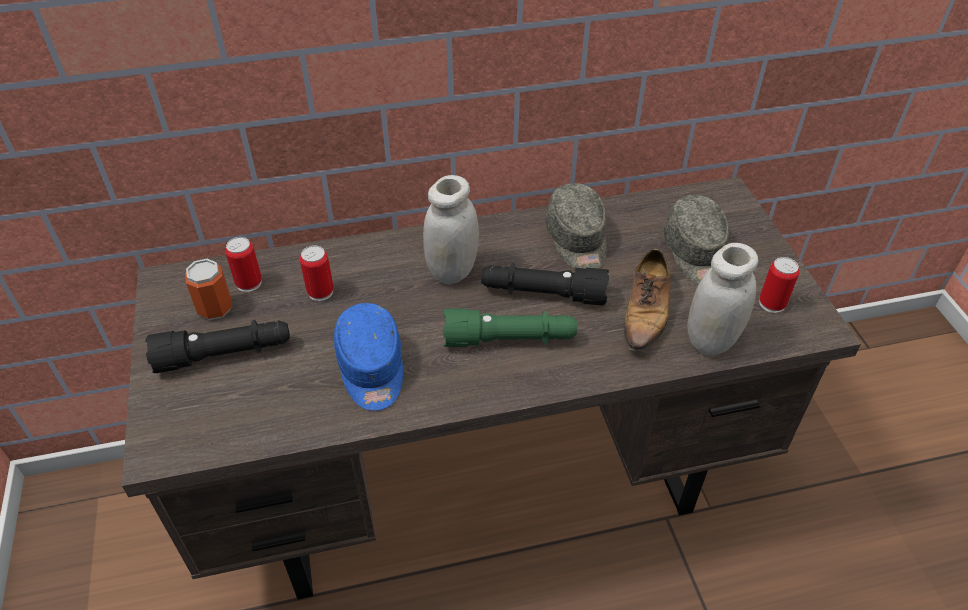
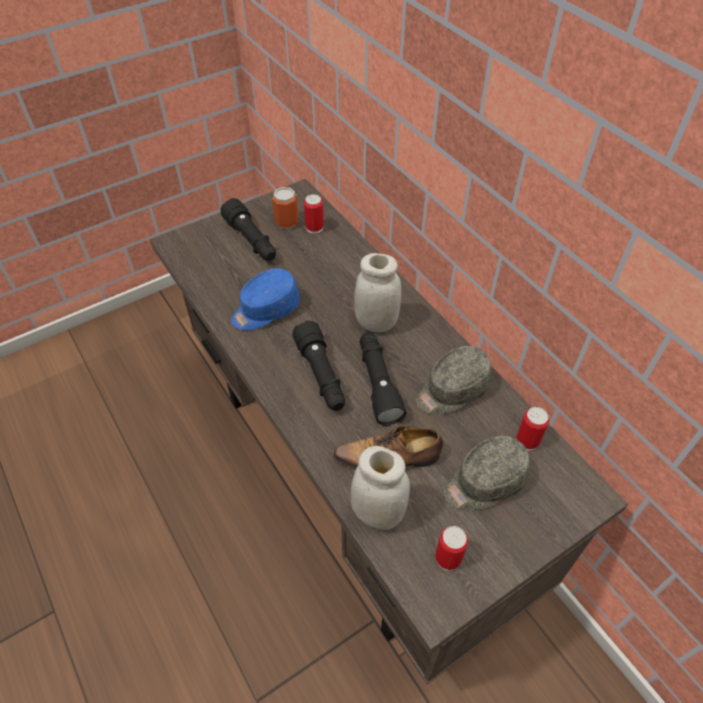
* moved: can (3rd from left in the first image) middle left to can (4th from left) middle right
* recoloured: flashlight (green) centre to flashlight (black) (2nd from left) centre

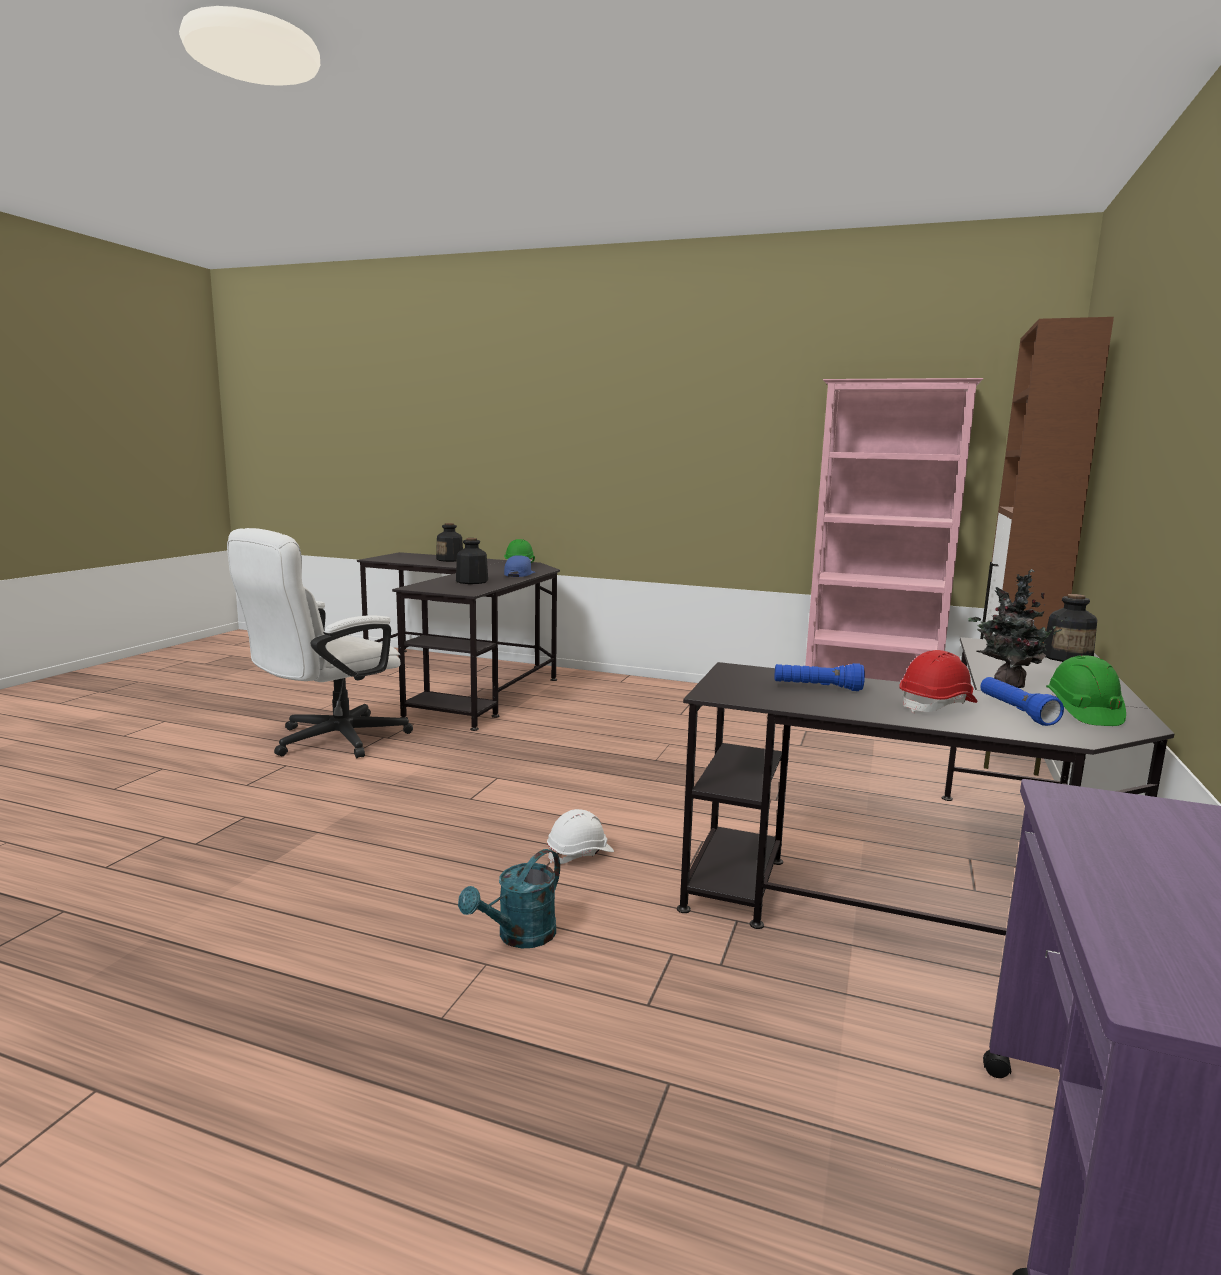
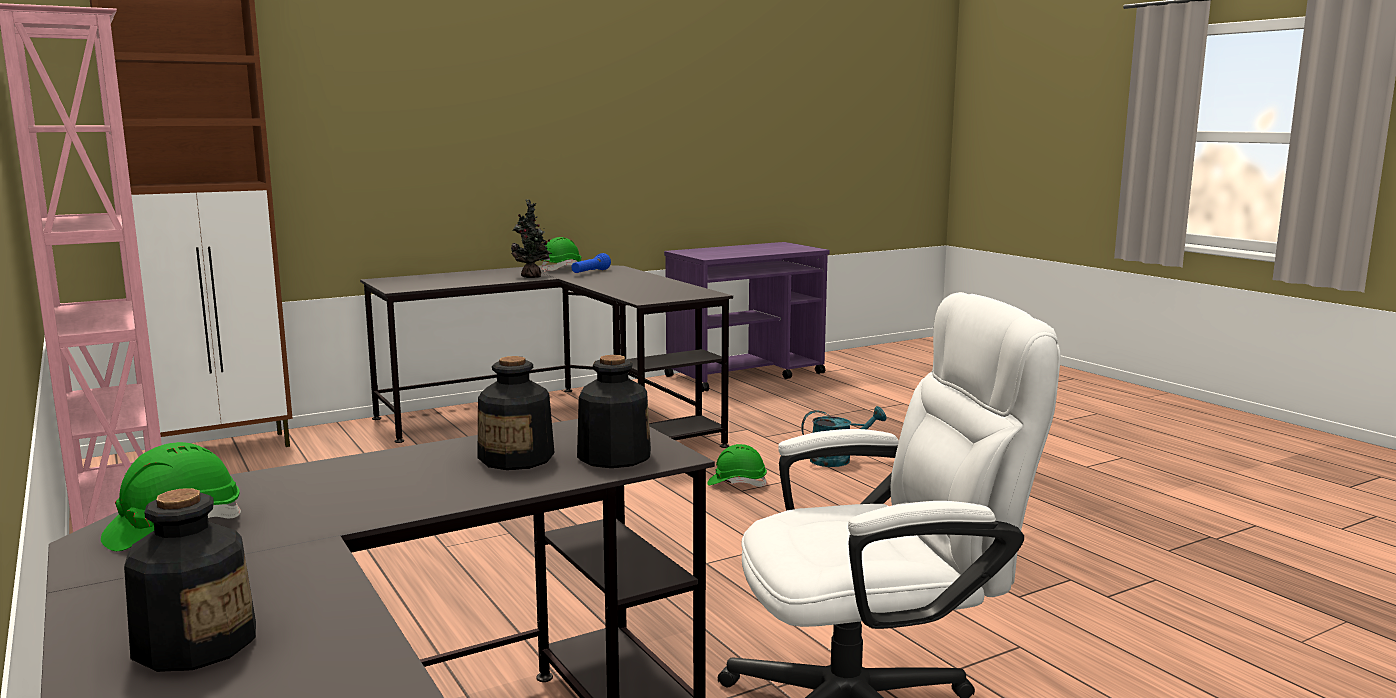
* removed: cap (blue) centre
* moved: bottle (3rd from left) middle right to centre
* removed: hard hat (red) middle right
* removed: flashlight (blue) (1st from left) middle right
* recoloured: hard hat (white) centre to hard hat (green) (3rd from left) centre

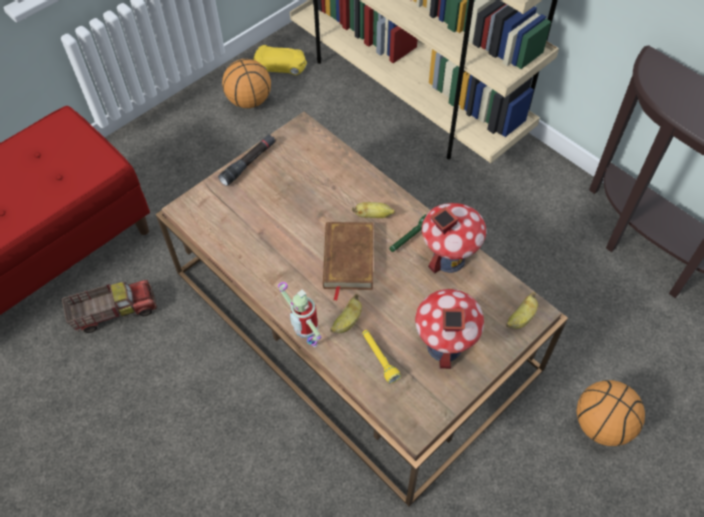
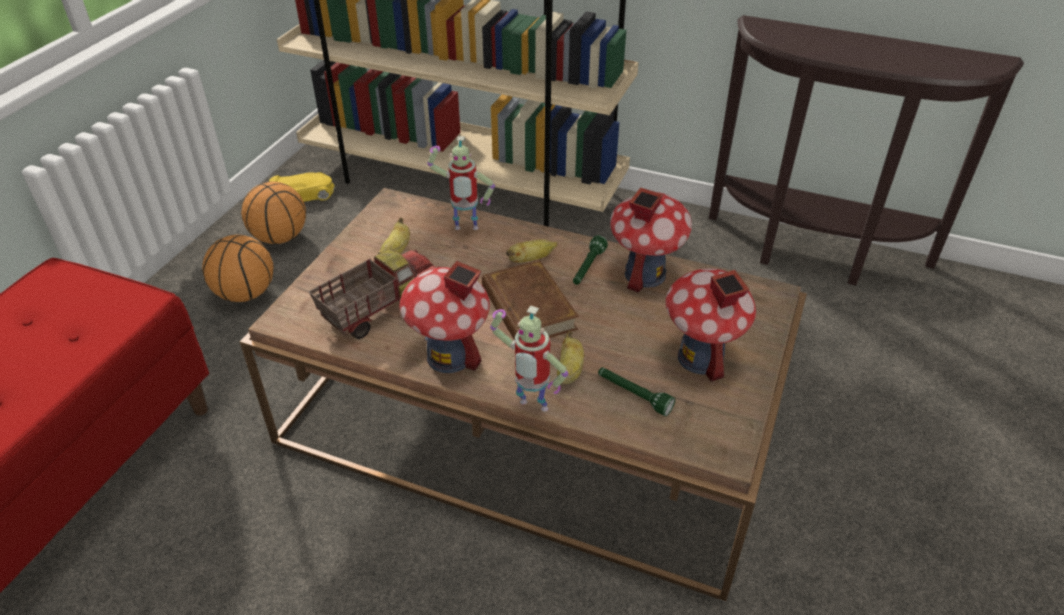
* removed: flashlight (black) top centre
* moved: toy truck middle left to centre
* moved: banana (3rd from left in the first image) middle right to banana (1st from left) centre
* recoloured: flashlight (yellow) bottom centre to flashlight (green) (2nd from left) centre
* moved: basketball (2nd from left in the first image) bottom right to basketball (1st from left) middle left
* added: toy robot (1st from left) top centre
* added: toy house (1st from left) centre

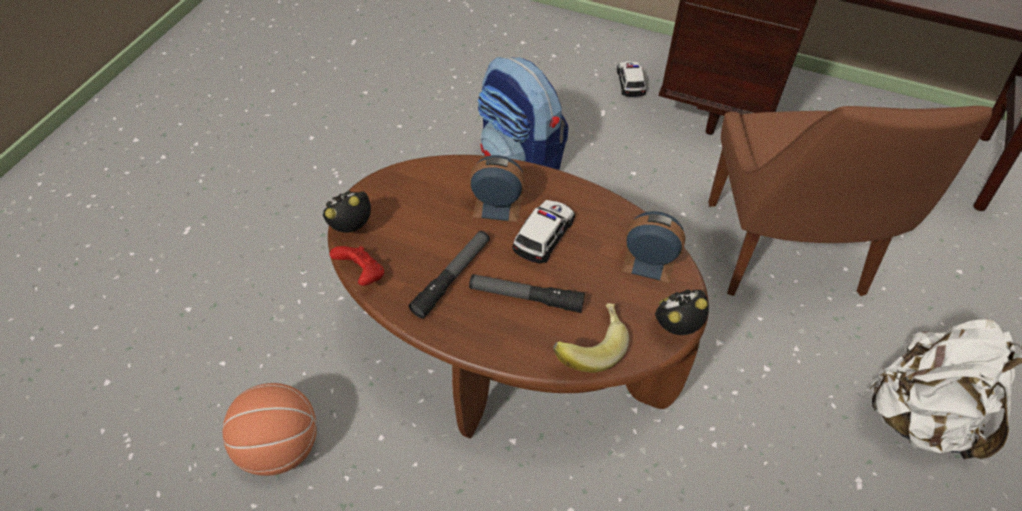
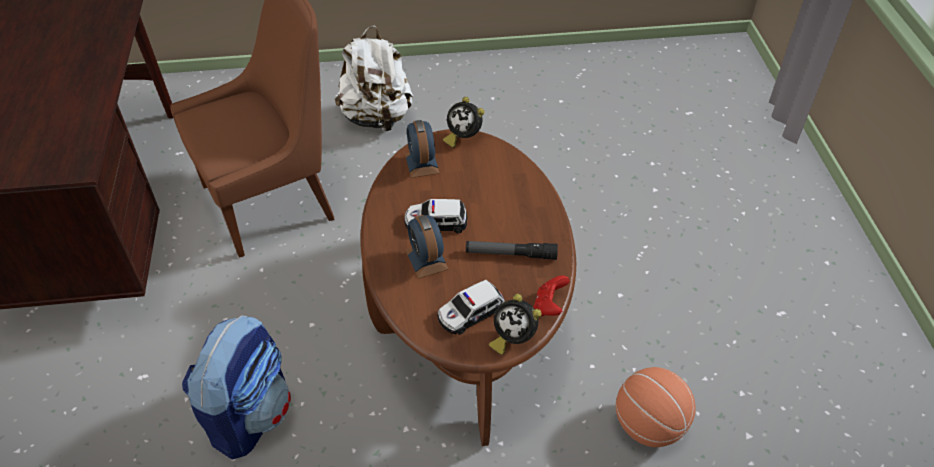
* moved: toy car (2nd from left) top centre to centre
* removed: flashlight (2nd from left) centre
* removed: banana centre

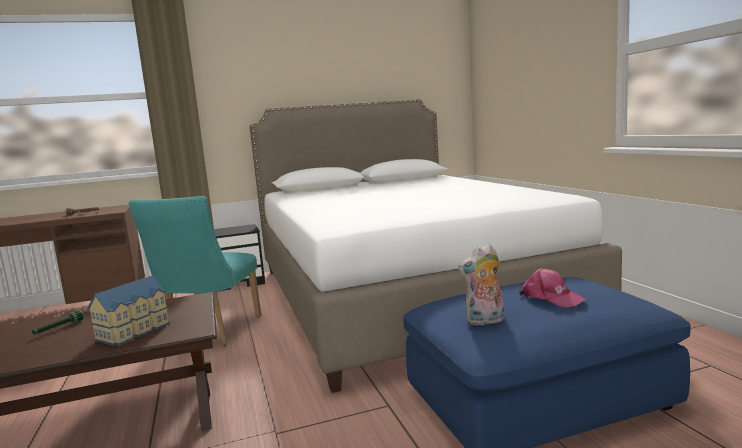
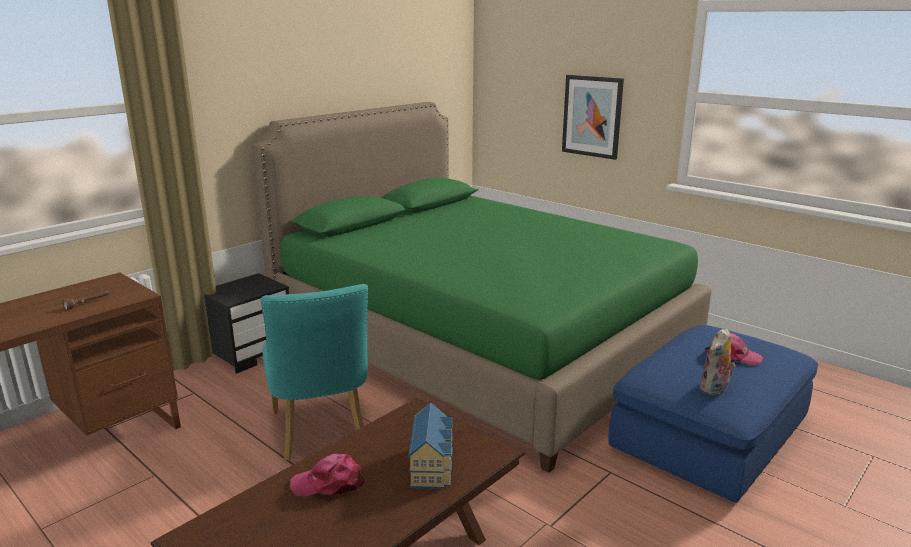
* recoloured: bed (white) centre to bed (green) centre
* replaced: flashlight (green) bottom left to cap (pink) (1st from left) bottom centre
* added: picture top centre

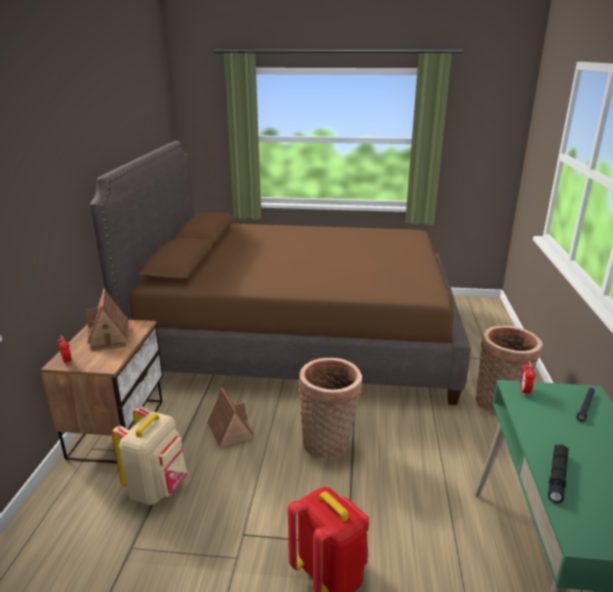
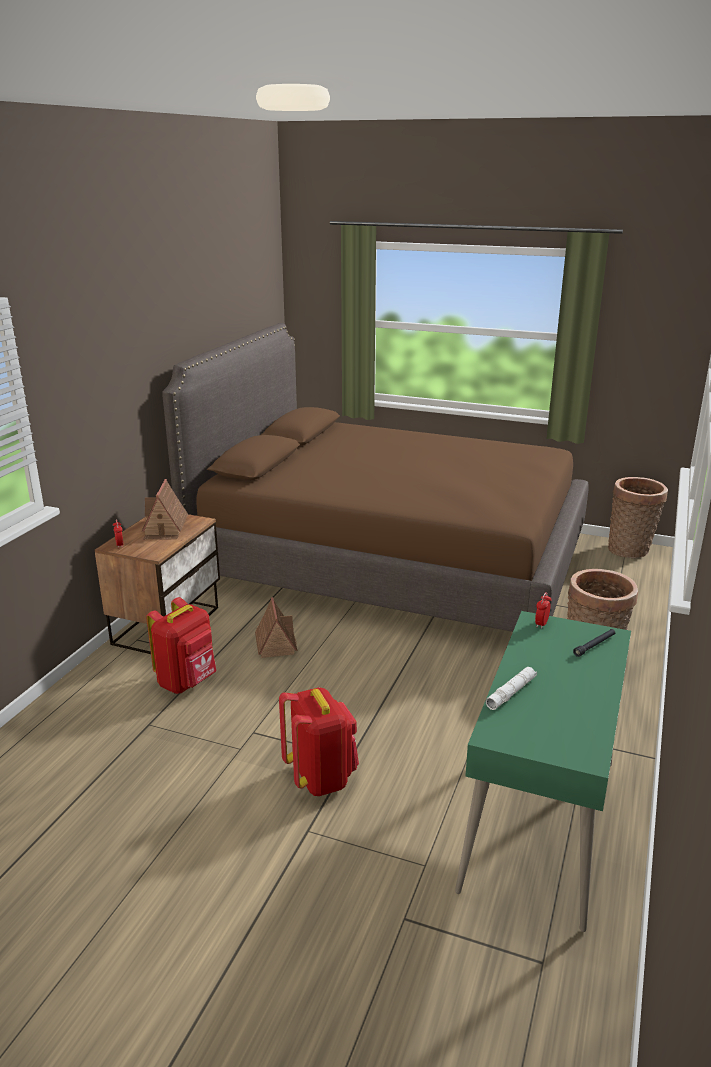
* moved: basket (1st from left in the first image) bottom centre to basket (2nd from left) middle right
* recoloured: backpack (beige) bottom left to backpack (red) (1st from left) middle left
* recoloured: flashlight (black) (1st from left) bottom right to flashlight (white) middle right

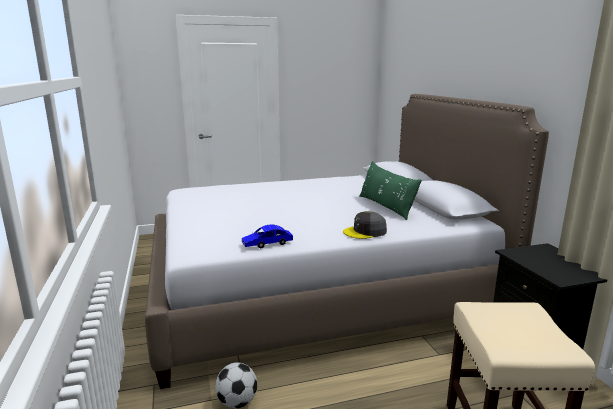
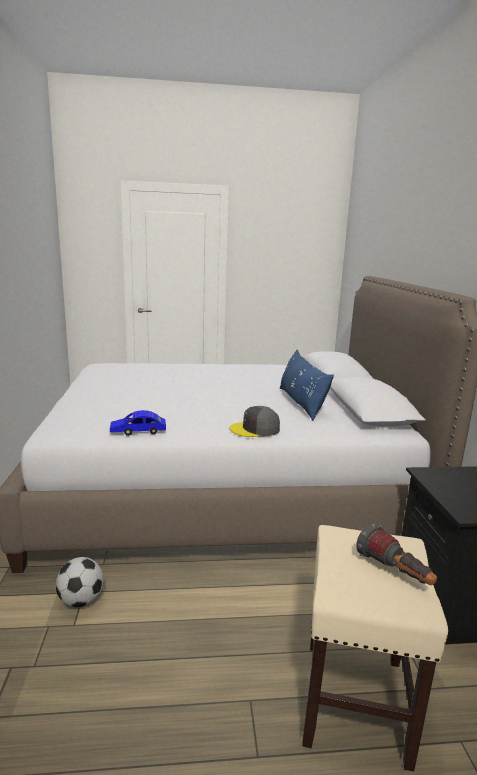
* recoloured: pillow (green) centre to pillow (blue) centre
* added: flashlight bottom right

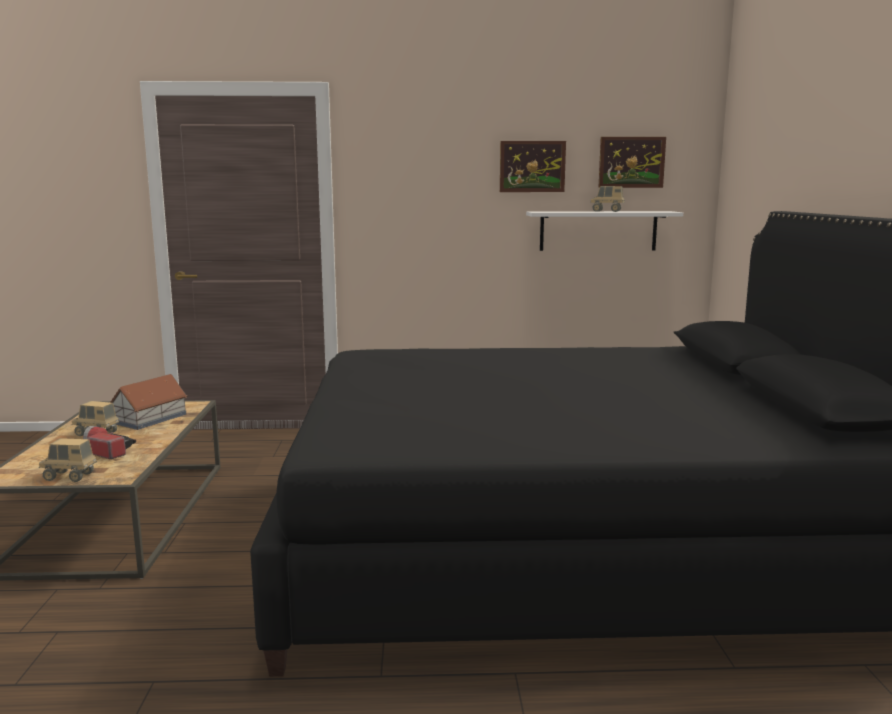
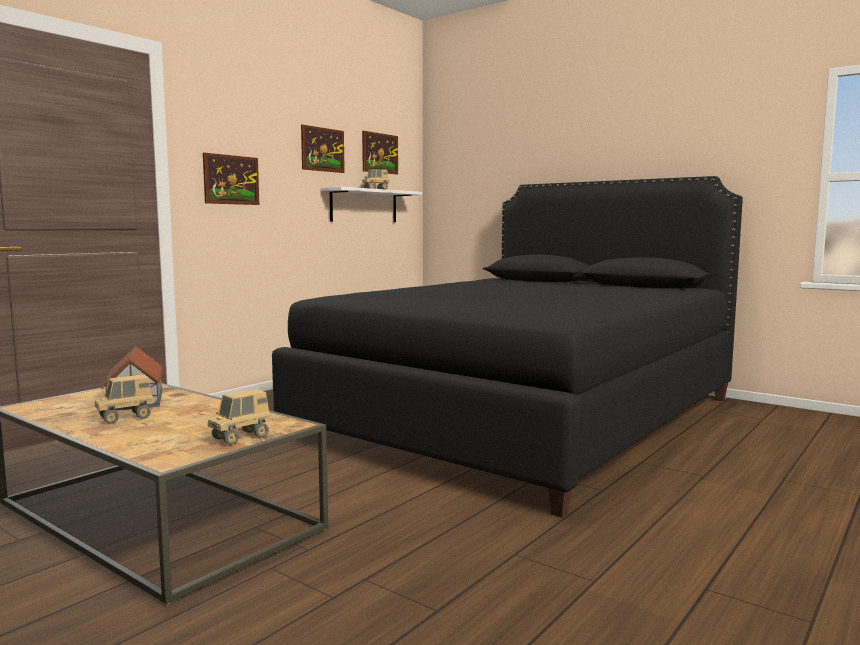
* removed: flashlight middle left
* added: picture (1st from left) top left

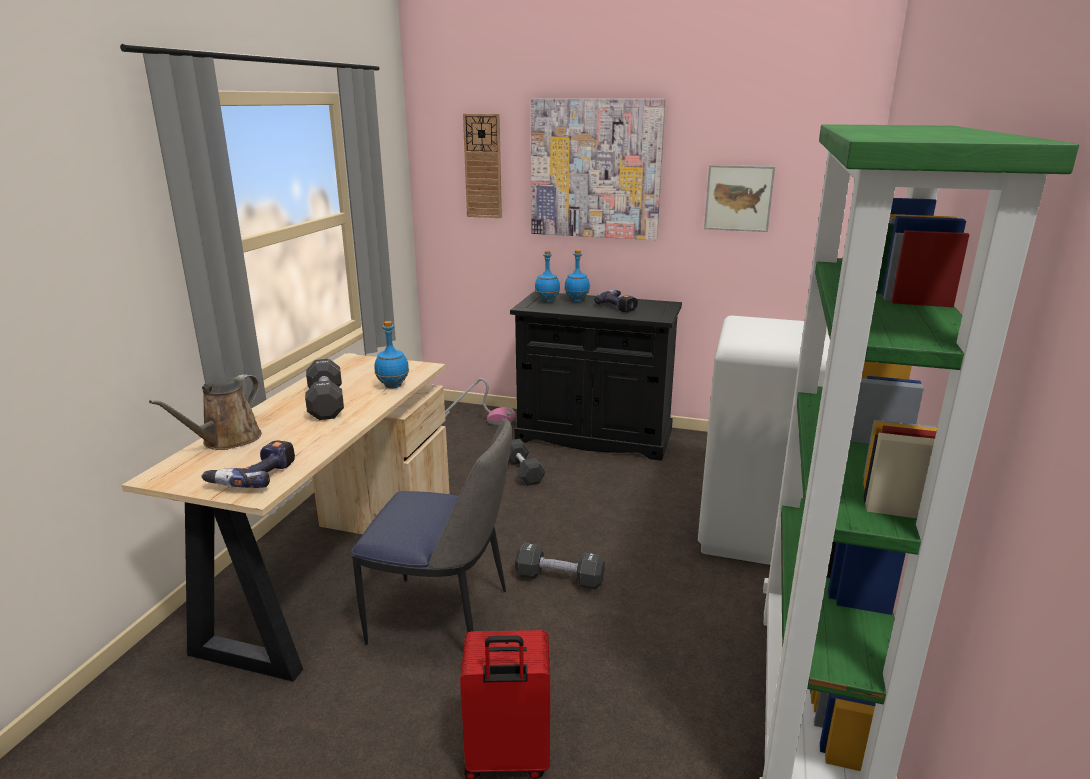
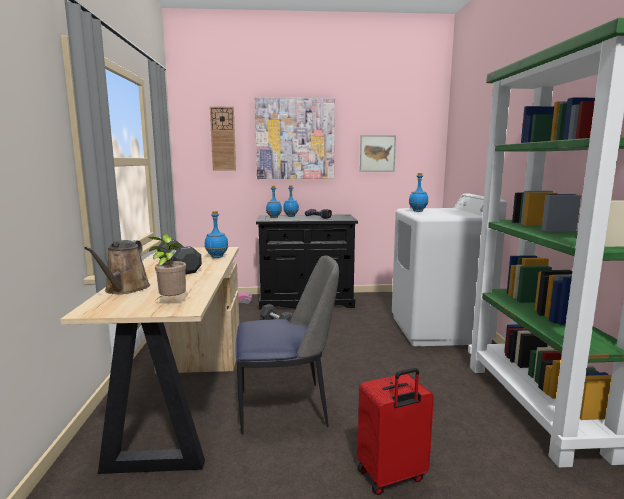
* replaced: power drill (1st from left) middle left to potted plant middle left
* removed: dumbbell (black) (3rd from left) bottom centre
* added: bottle (blue) (4th from left) middle right

